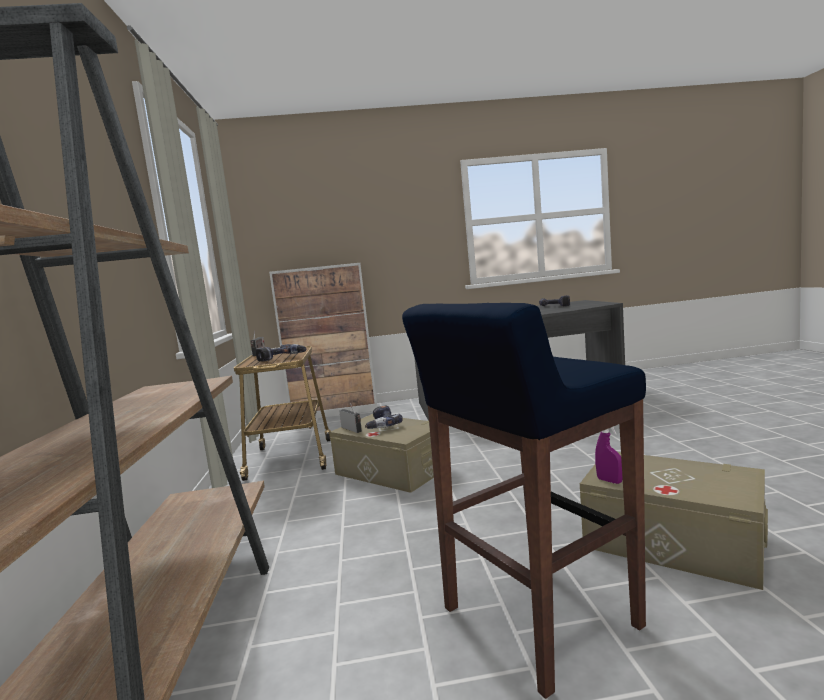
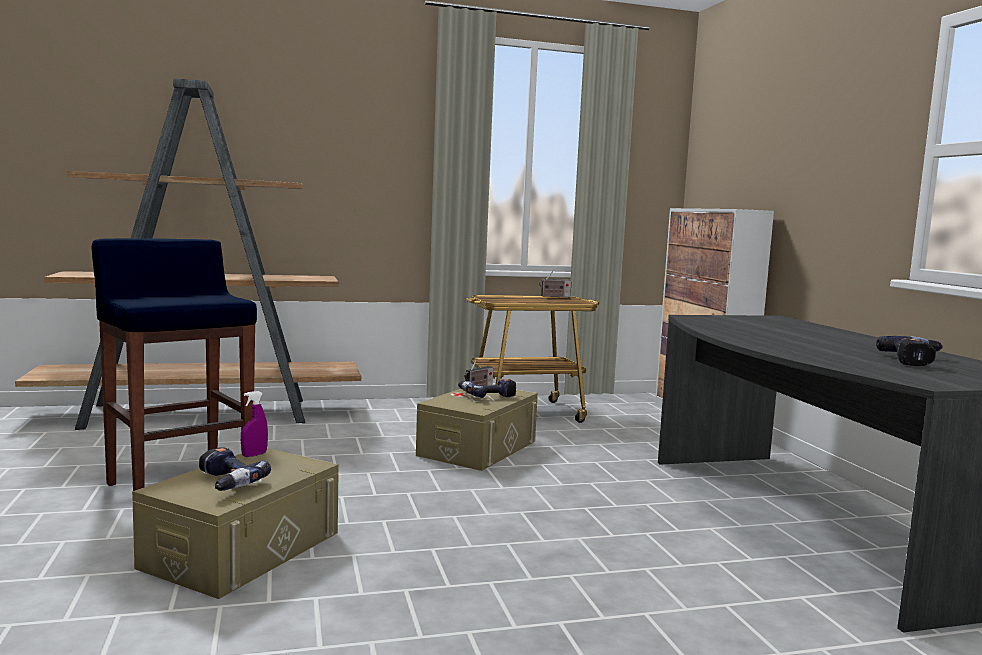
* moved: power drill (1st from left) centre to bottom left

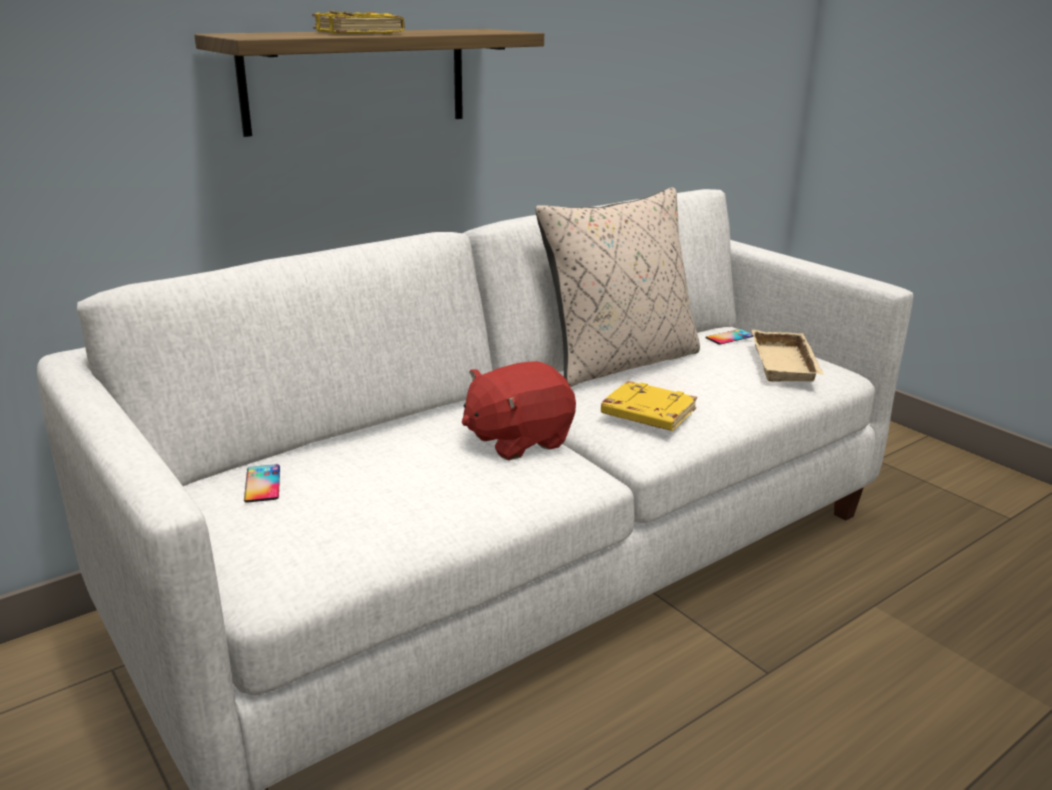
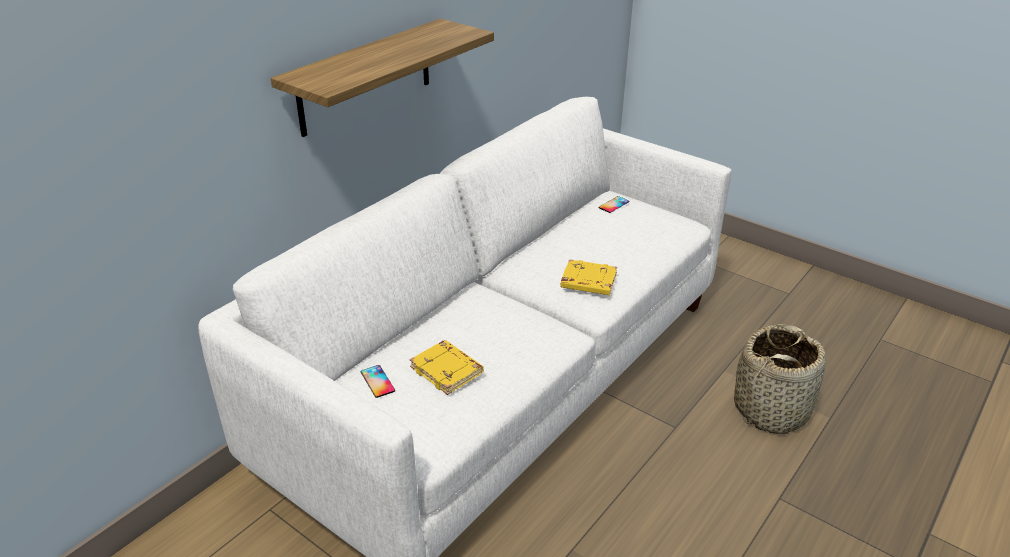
* moved: book (yellow) (1st from left) top centre to centre
* removed: pillow (beige) centre
* removed: tray (beige) middle right
* removed: plush toy (red) centre
* added: basket bottom right

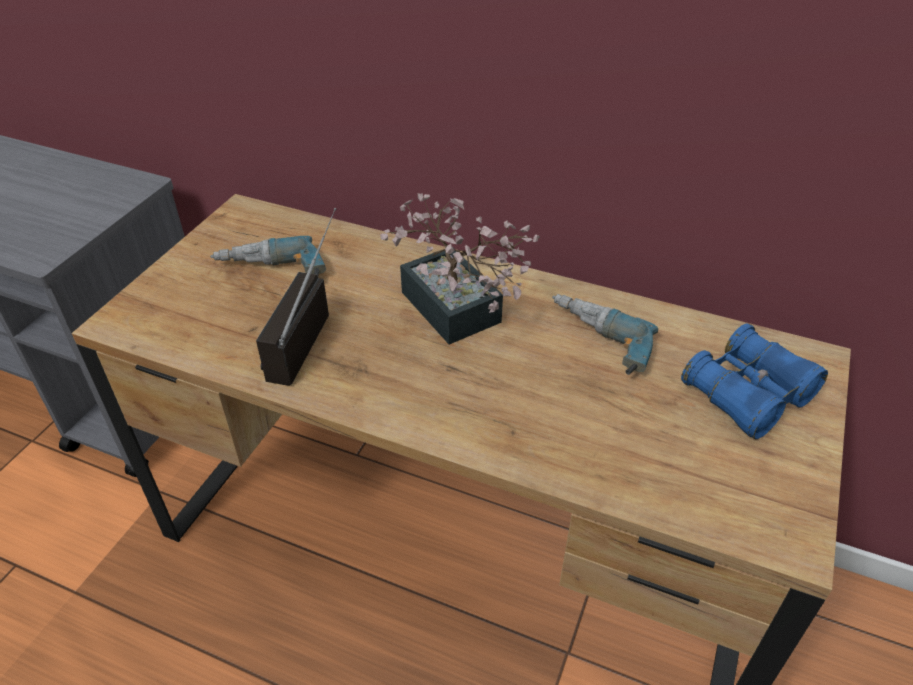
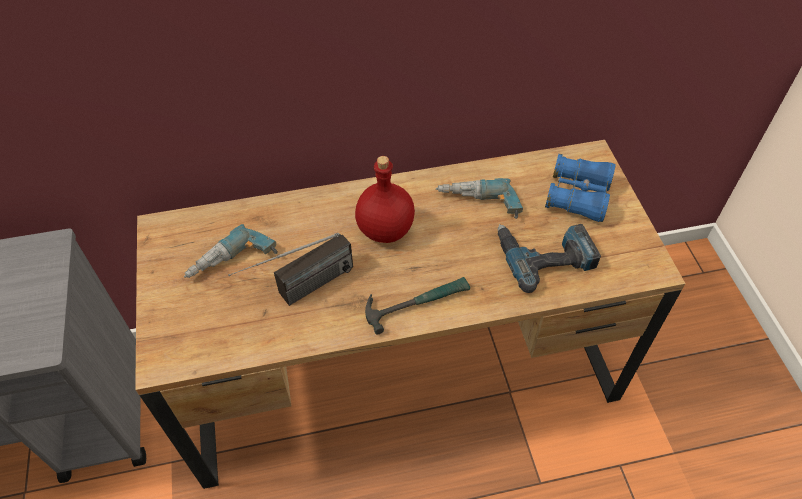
* replaced: potted plant centre to bottle (red) centre
* turned: radio middle left = centre 105 degrees counterclockwise
* added: power drill (3rd from left) middle right
* added: hammer centre

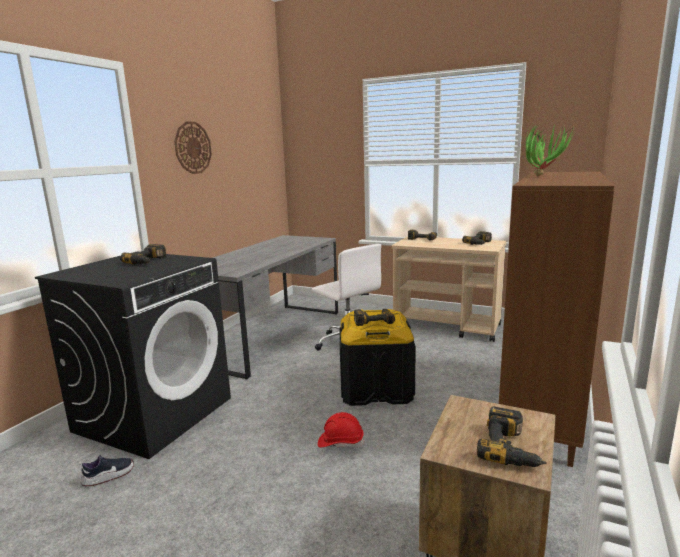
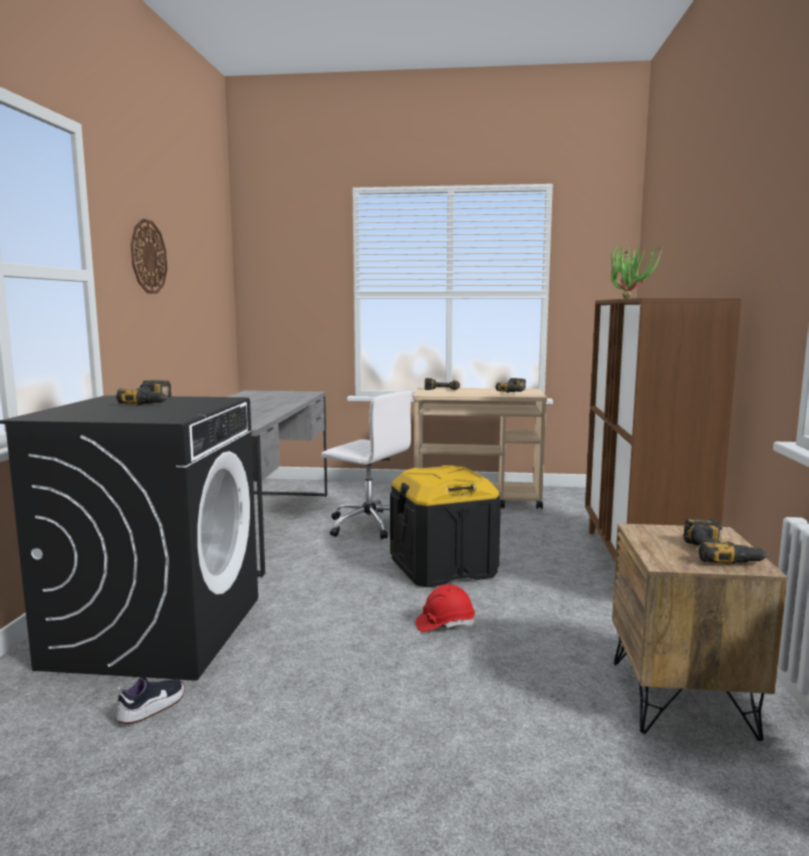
* removed: power drill (2nd from left) centre

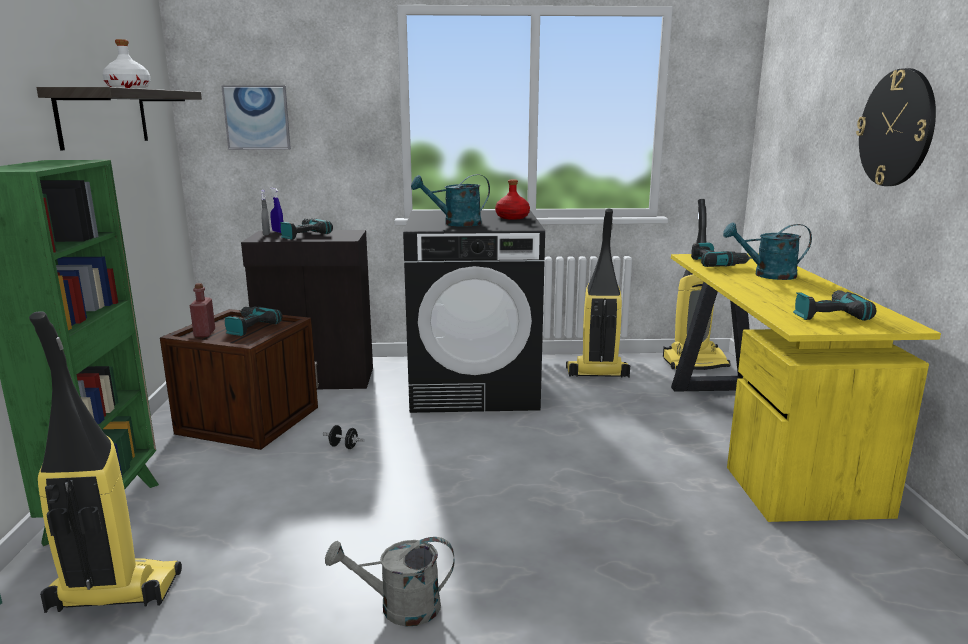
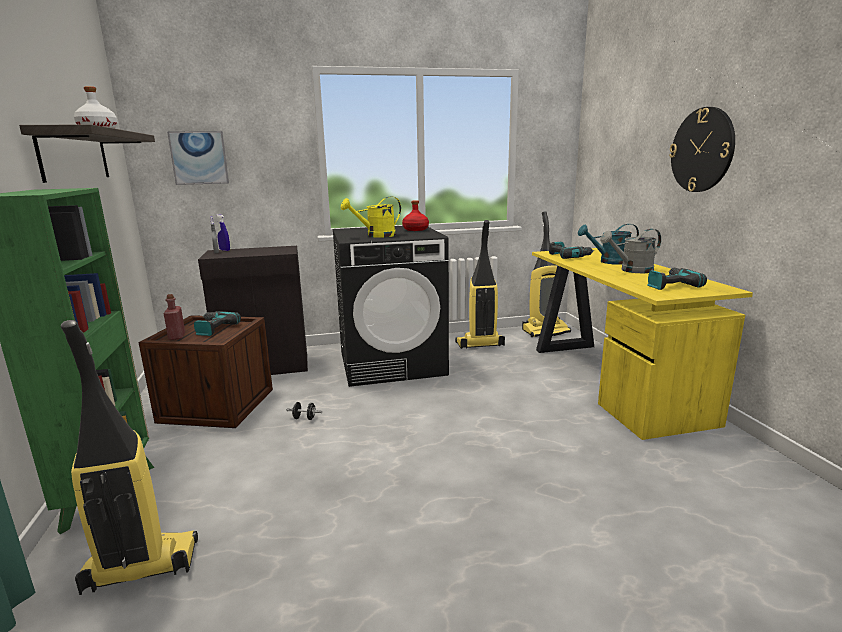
* recoloured: watering can (turquoise) (1st from left) top centre to watering can (yellow) centre
* removed: power drill (2nd from left) middle left
* moved: watering can (grey) bottom centre to middle right

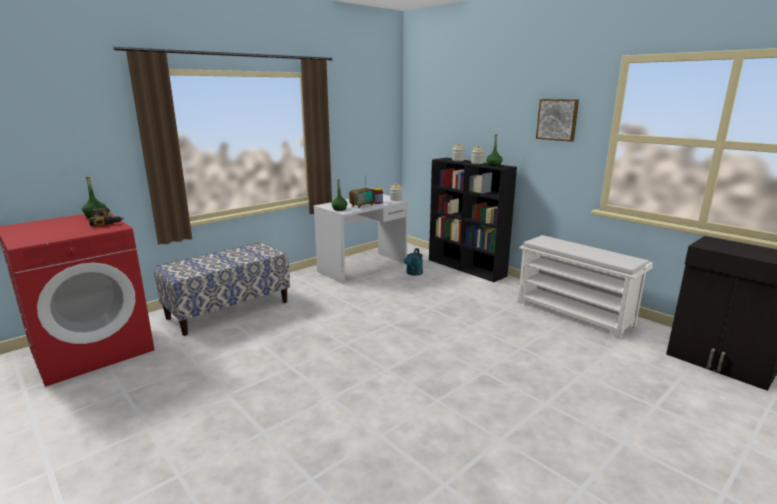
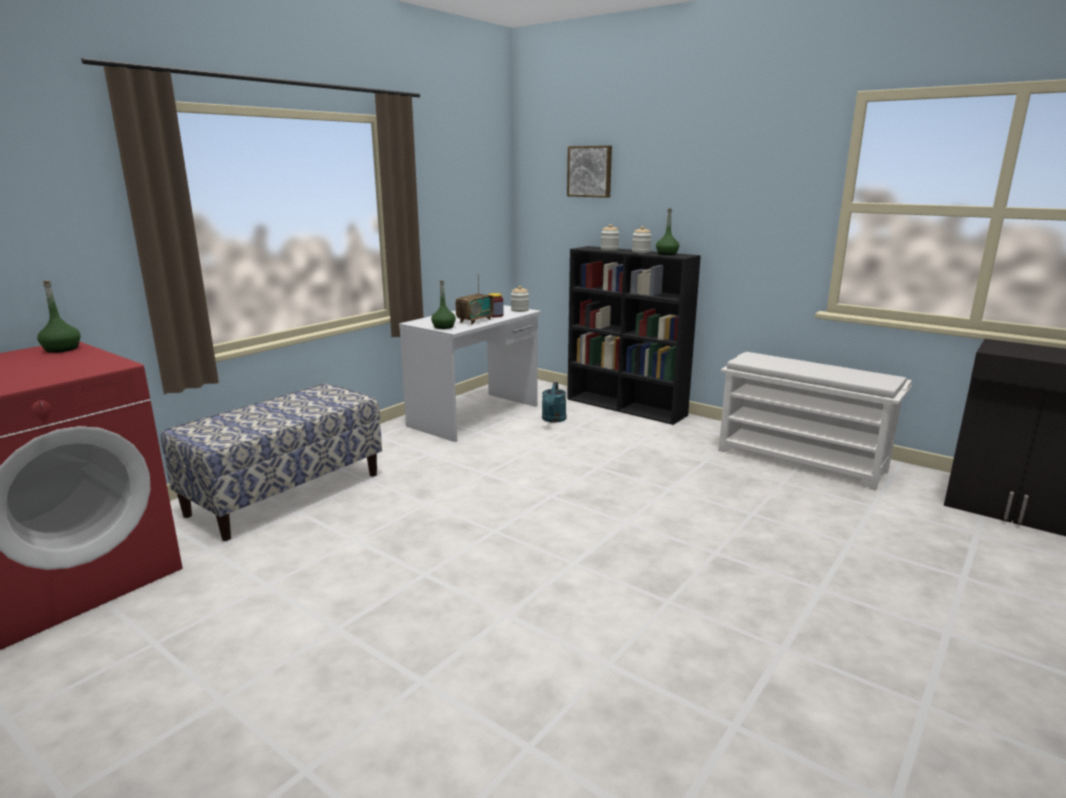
* moved: picture top right to top centre
* removed: power drill middle left

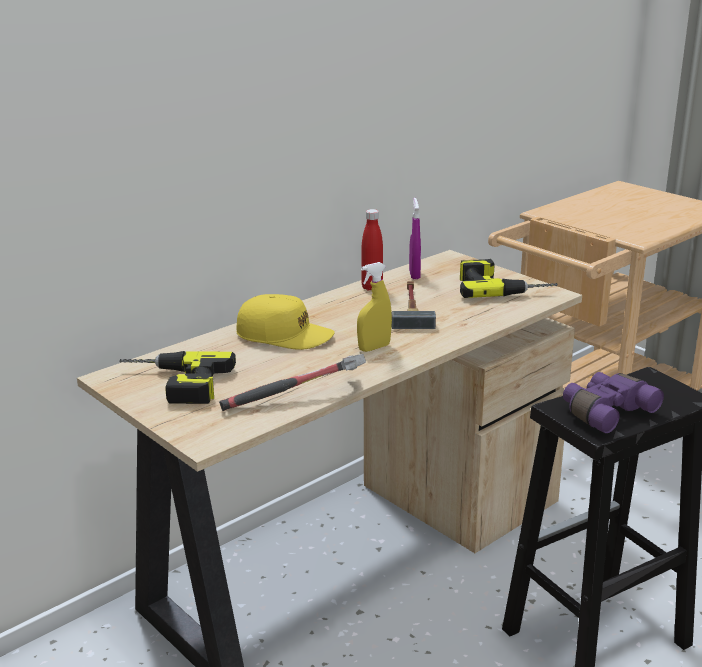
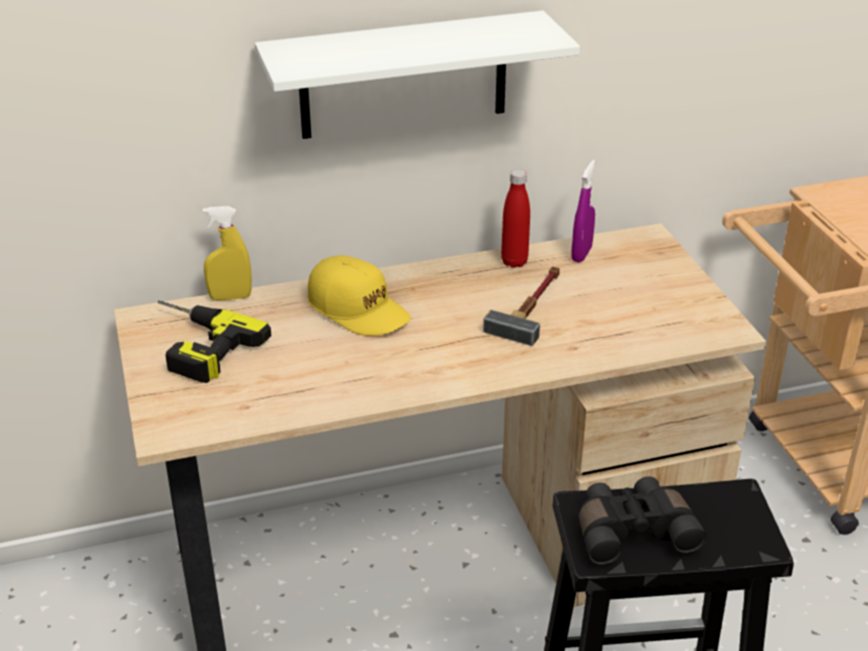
* removed: power drill (2nd from left) middle right
* moved: spray bottle (yellow) centre to middle left
* removed: hammer (1st from left) centre
* recoloured: binoculars (purple) middle right to binoculars (black) bottom right
* added: shelf (white) top centre

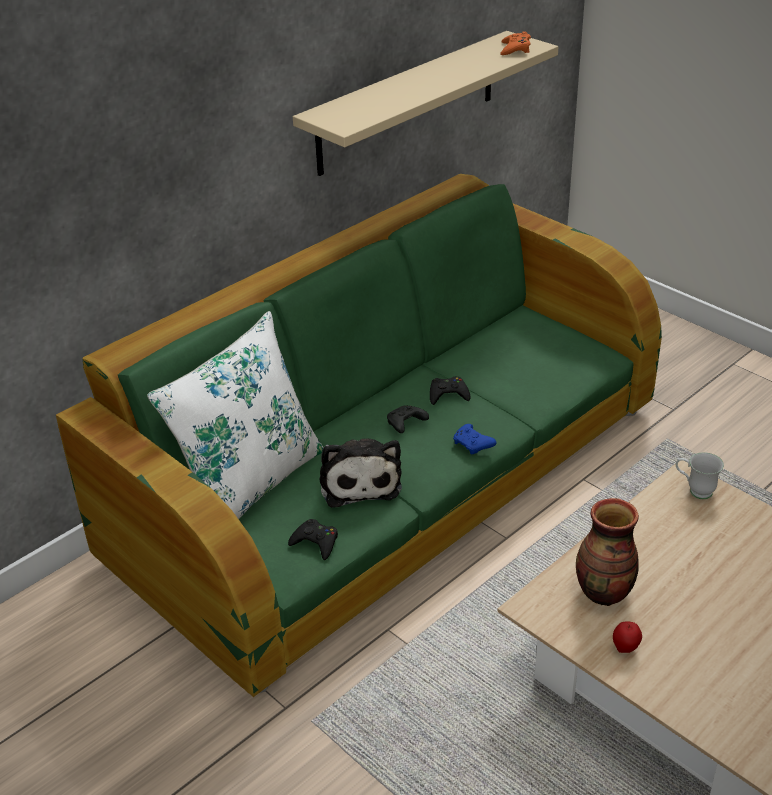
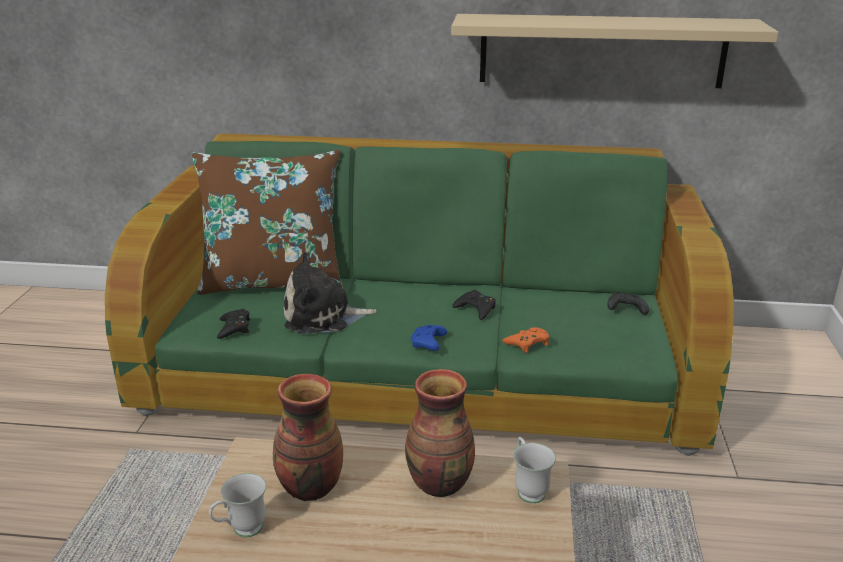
* moved: game controller (orange) top right to centre
* recoloured: pillow (white) middle left to pillow (brown) middle left
* moved: game controller (black) (2nd from left in the first image) centre to game controller (black) (3rd from left) middle right
* turned: plush toy centre = centre 45 degrees clockwise
* replaced: apple bottom right to mug (white) (1st from left) bottom left
* added: vase (2nd from left) bottom centre

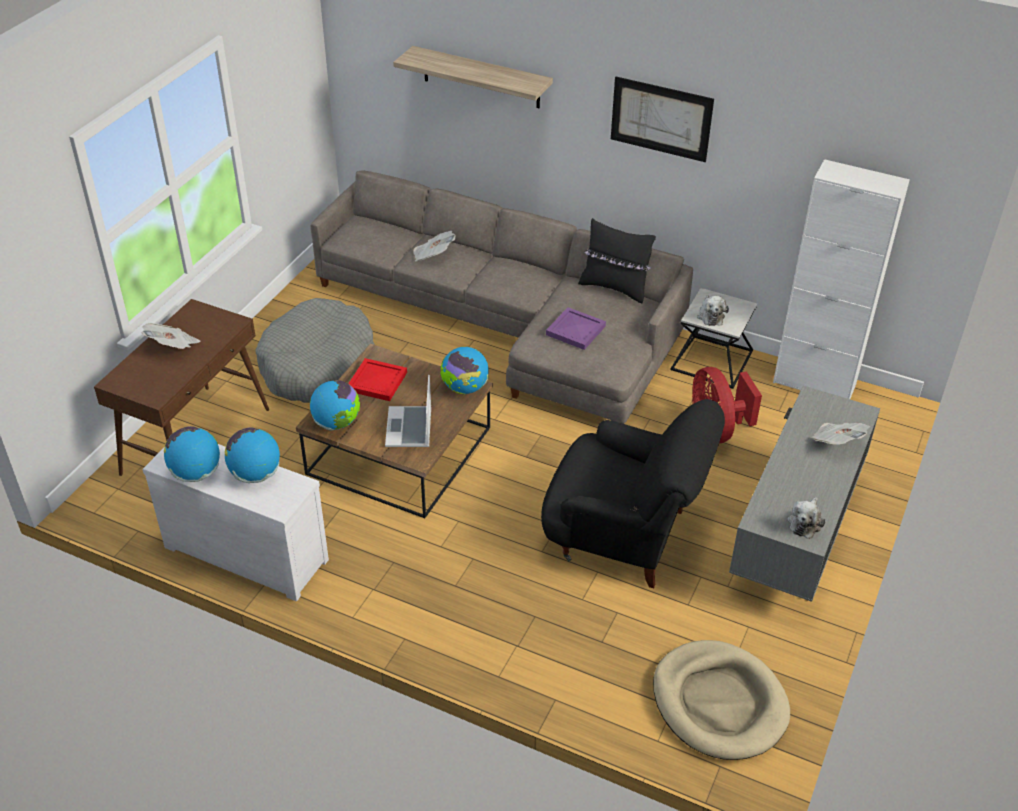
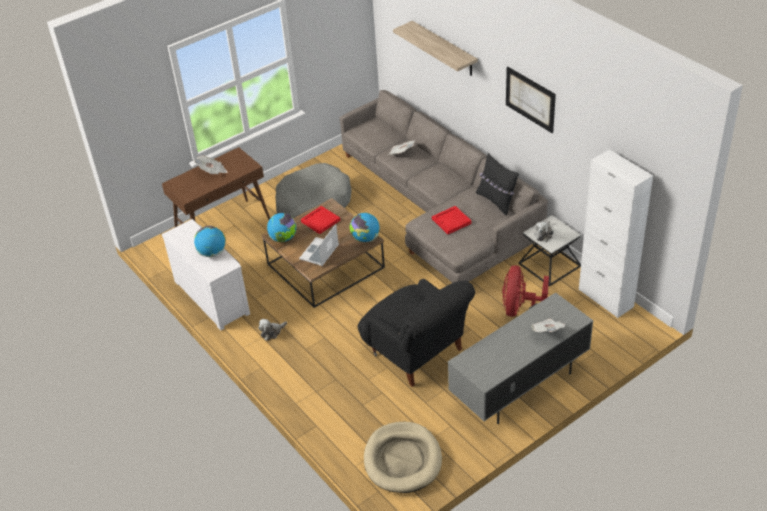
* recoloured: tray (purple) centre to tray (red) (2nd from left) centre
* removed: globe (1st from left) middle left
* moved: plush toy (2nd from left in the first image) middle right to plush toy (1st from left) centre

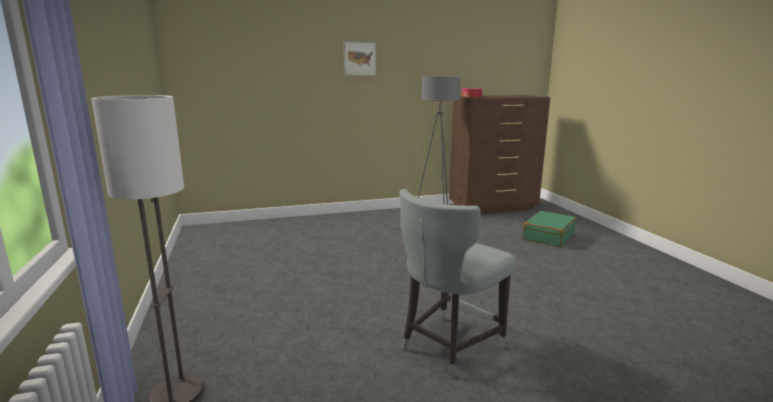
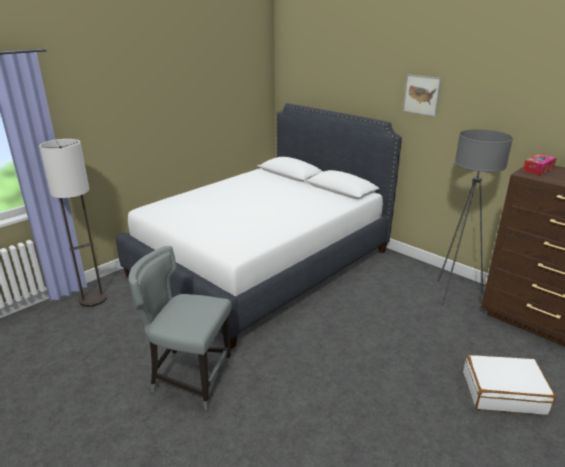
* recoloured: suitcase (green) middle right to suitcase (white) bottom right
* added: bed (white) centre

